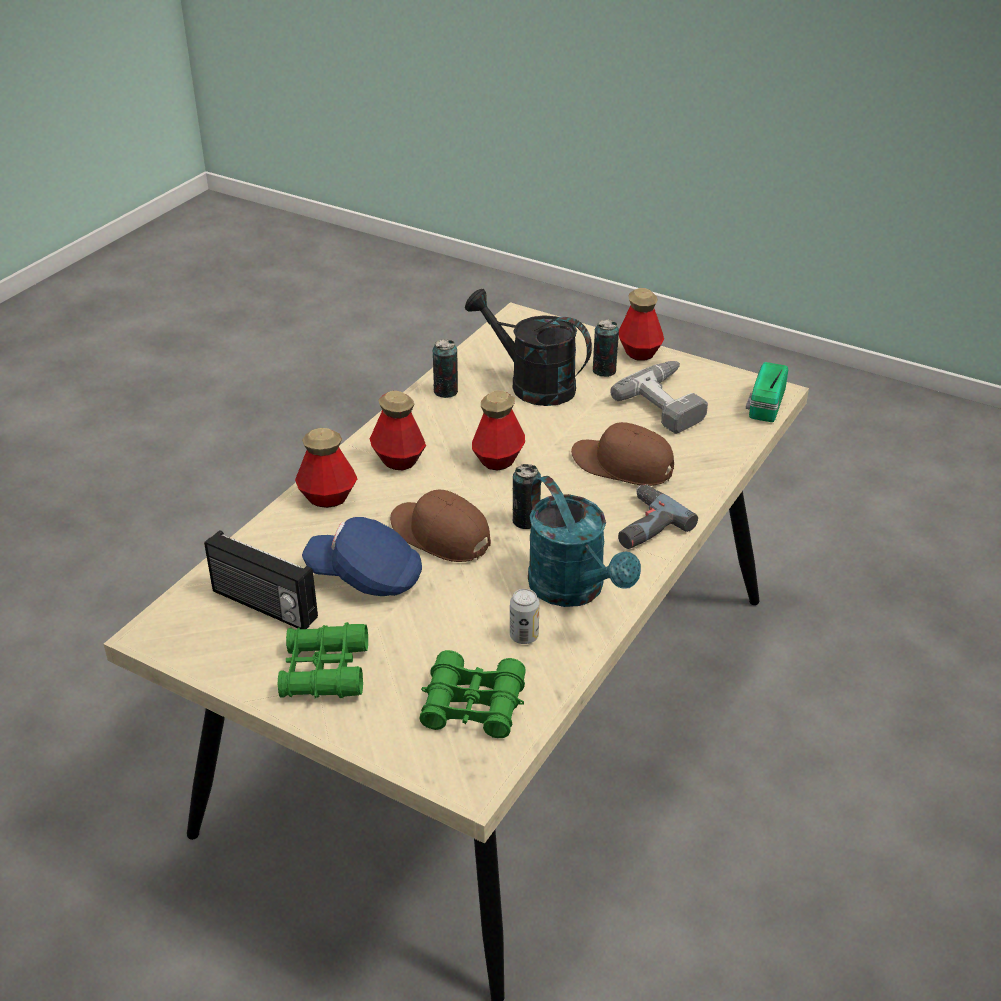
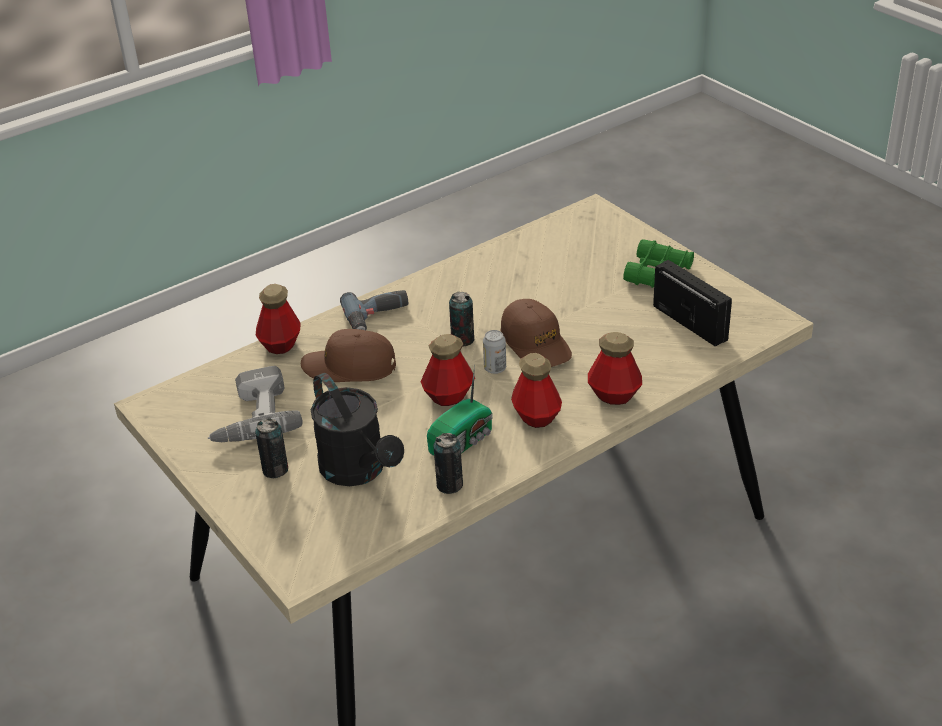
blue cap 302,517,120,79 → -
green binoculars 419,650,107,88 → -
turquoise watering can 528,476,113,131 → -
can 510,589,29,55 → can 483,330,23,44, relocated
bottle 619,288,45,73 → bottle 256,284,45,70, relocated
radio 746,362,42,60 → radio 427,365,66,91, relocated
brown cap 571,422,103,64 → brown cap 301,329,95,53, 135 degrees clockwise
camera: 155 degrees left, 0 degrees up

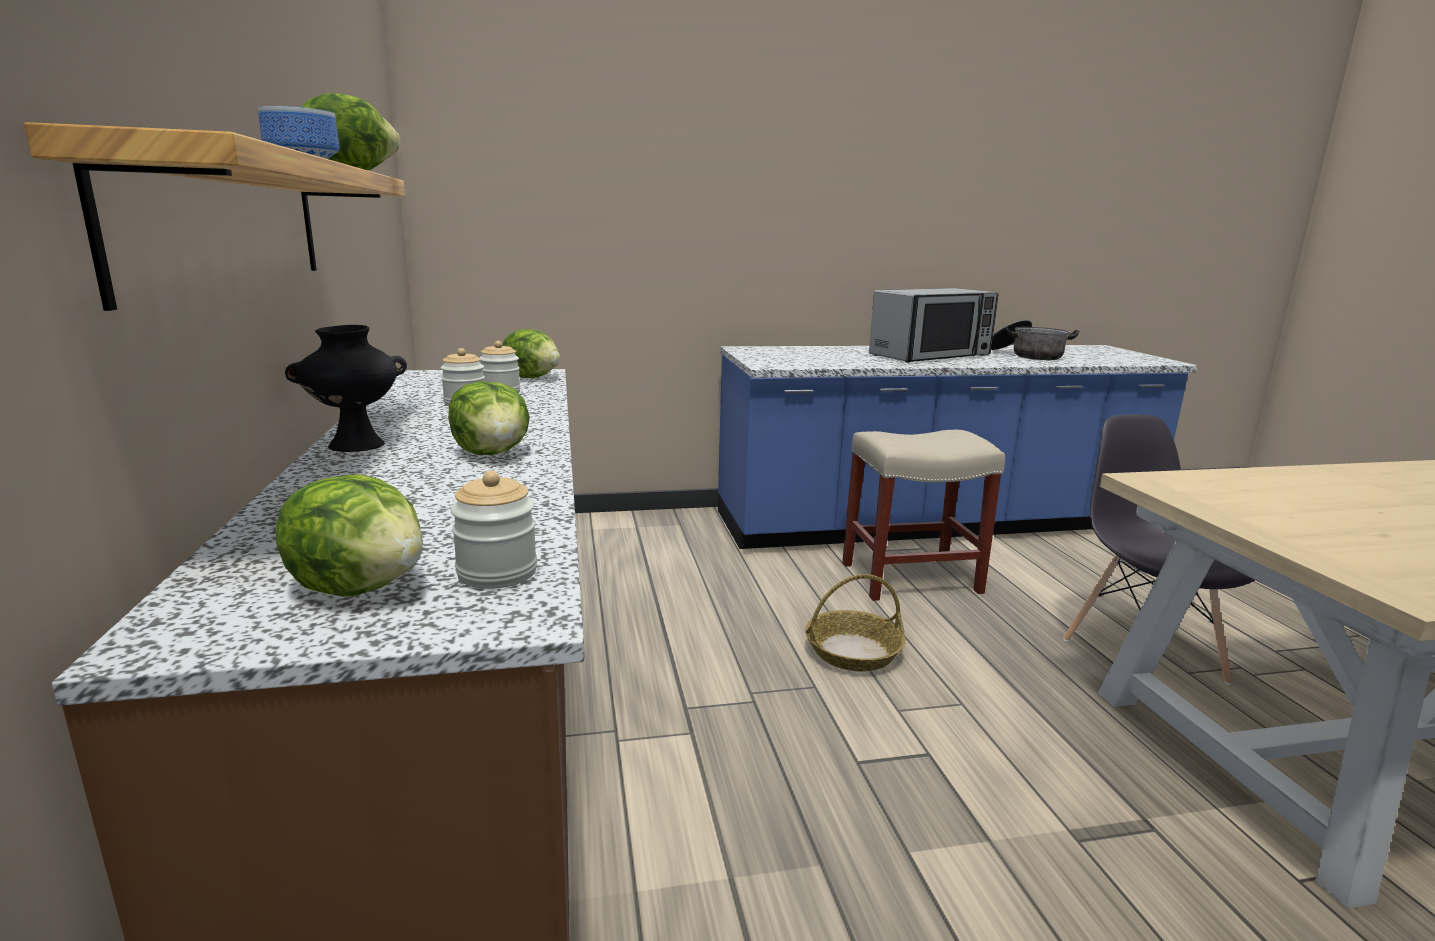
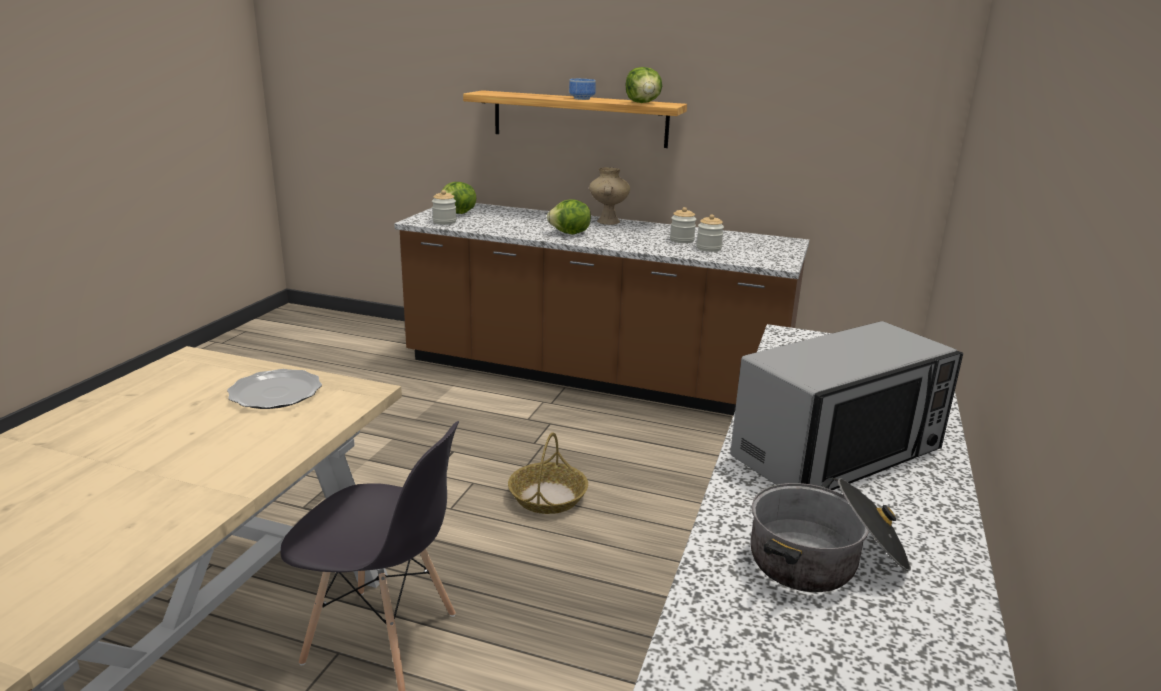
lettuce 502,329,58,49 → -
beige stool 842,430,163,171 → -
- → plate 227,369,95,40
black vase 285,325,122,127 → beige vase 589,167,41,58
microwave 869,288,130,75 → microwave 730,321,233,169, 120 degrees counterclockwise
camera: 120 degrees right, 5 degrees up

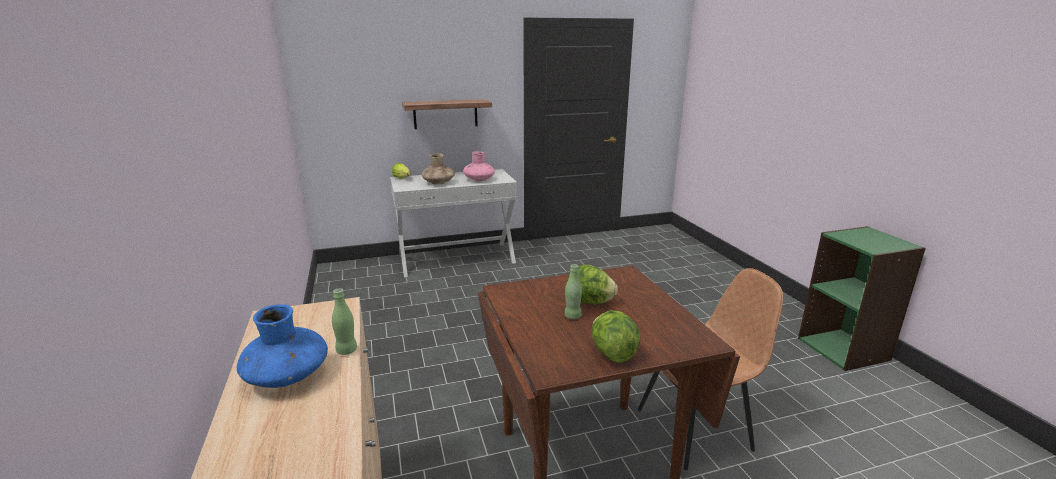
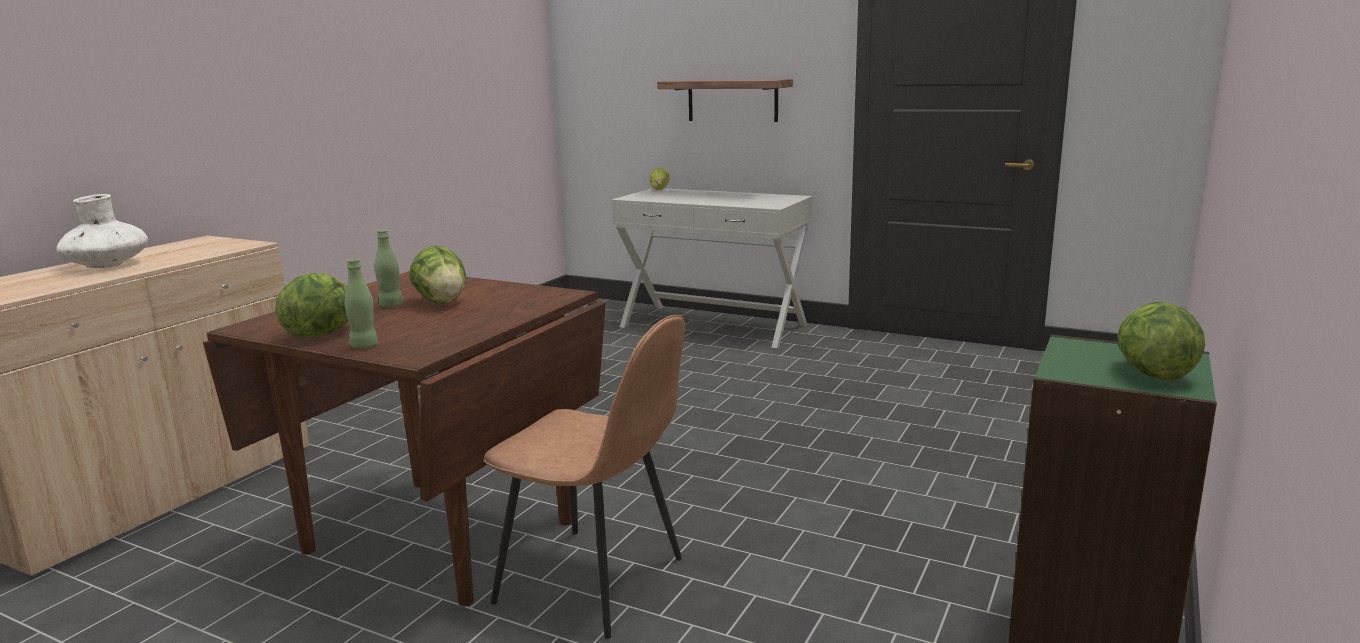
brown vase 422,154,33,31 → -
pink vase 463,151,32,30 → -
- → lettuce 1117,302,88,79
green bottle 332,288,25,67 → green bottle 344,258,34,91, relocated
blue vase 237,304,91,84 → white vase 56,194,92,74
camera: 45 degrees right, 5 degrees down

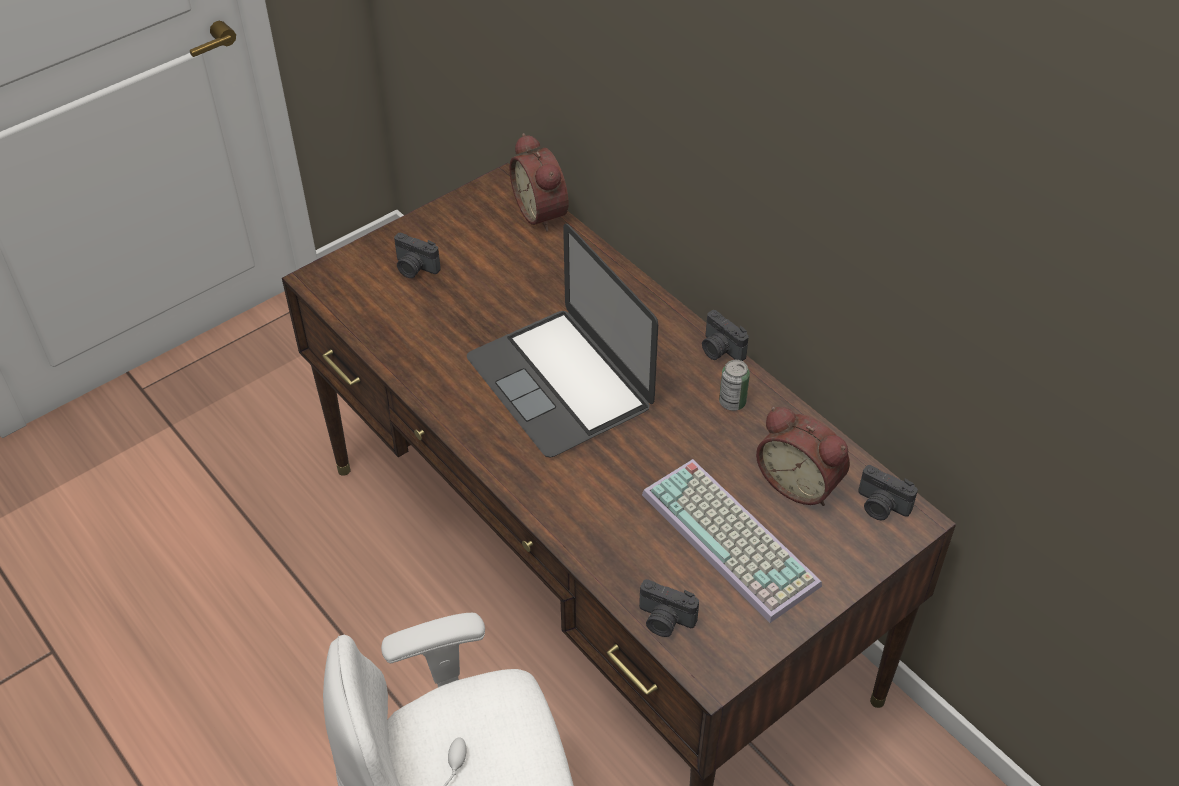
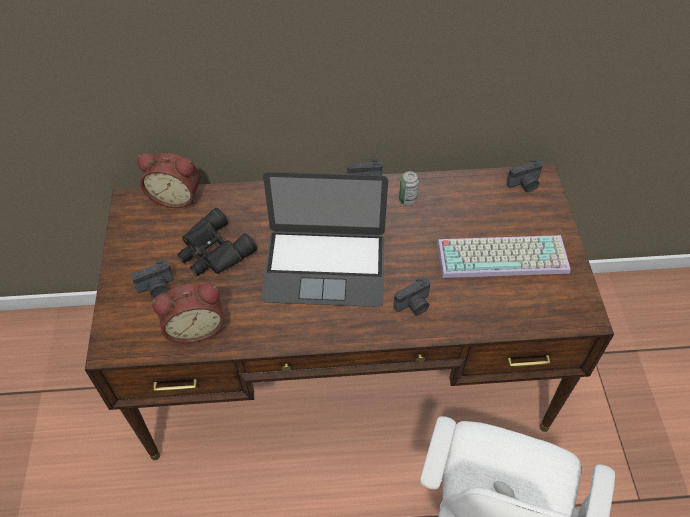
- → black binoculars 177,208,80,68
photo camera 639,579,60,58 → photo camera 393,277,38,38, relocated
alarm clock 756,407,94,99 → alarm clock 152,283,72,60, relocated
camera: 55 degrees left, 5 degrees up

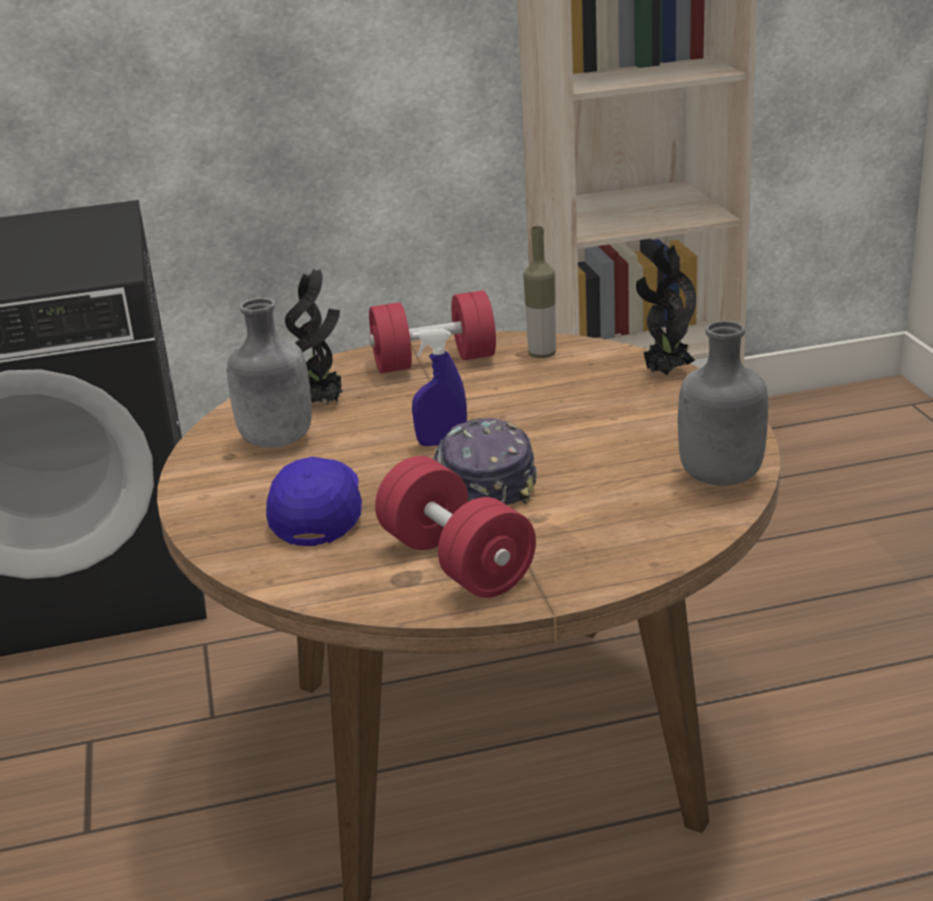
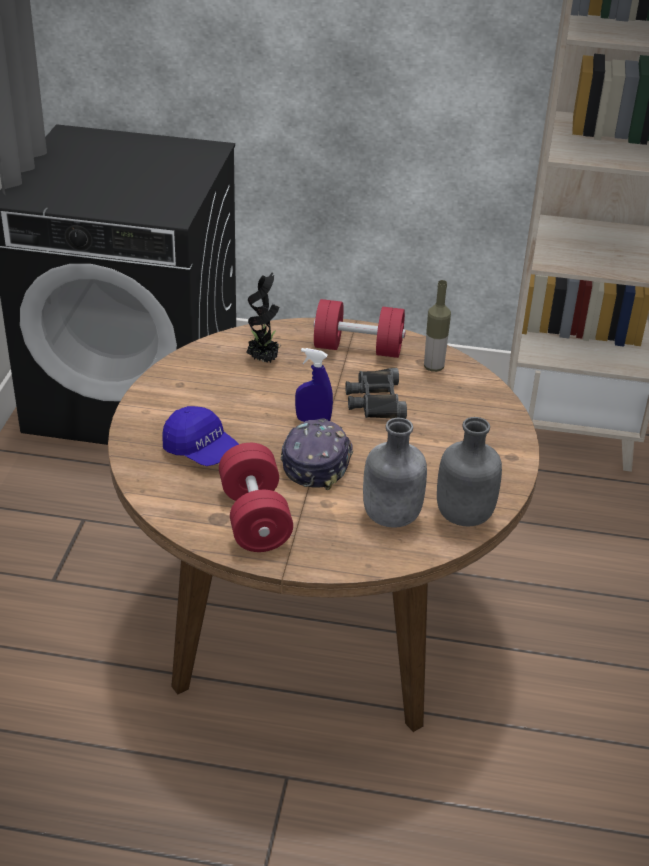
potted plant 636,245,60,130 → -
- → black binoculars 345,368,62,51
grey bottle 227,298,85,150 → grey bottle 363,418,64,110, relocated
blue cap 266,457,96,89 → blue cap 162,406,77,60, 105 degrees clockwise
camera: 20 degrees right, 10 degrees up

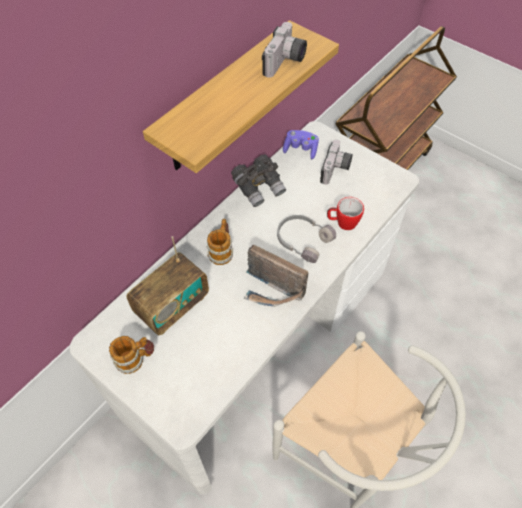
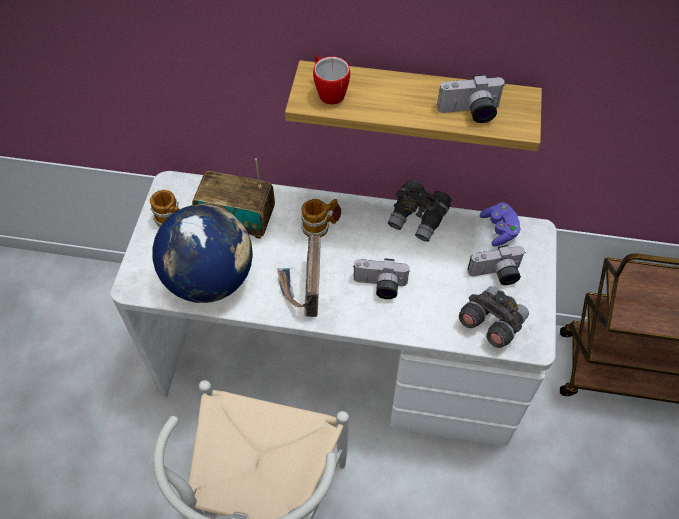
- → globe 152,204,101,99
- → grey binoculars 459,286,70,62
mug 327,197,37,33 → mug 313,54,37,51, relocated
grey headphones 277,215,59,48 → photo camera 354,258,56,41
camera: 60 degrees right, 0 degrees up

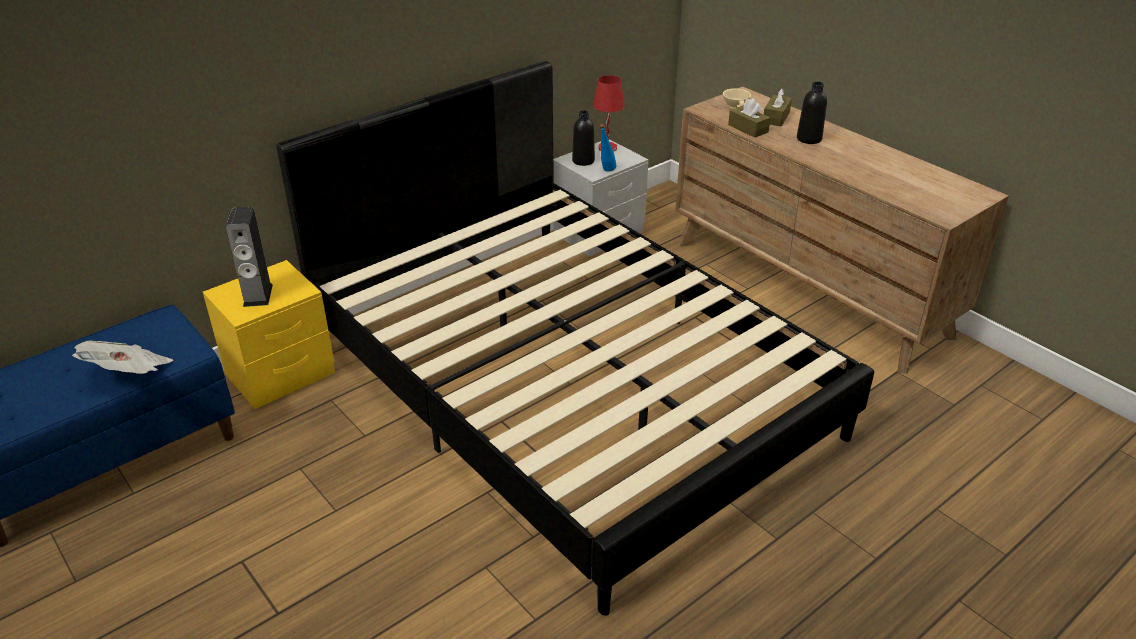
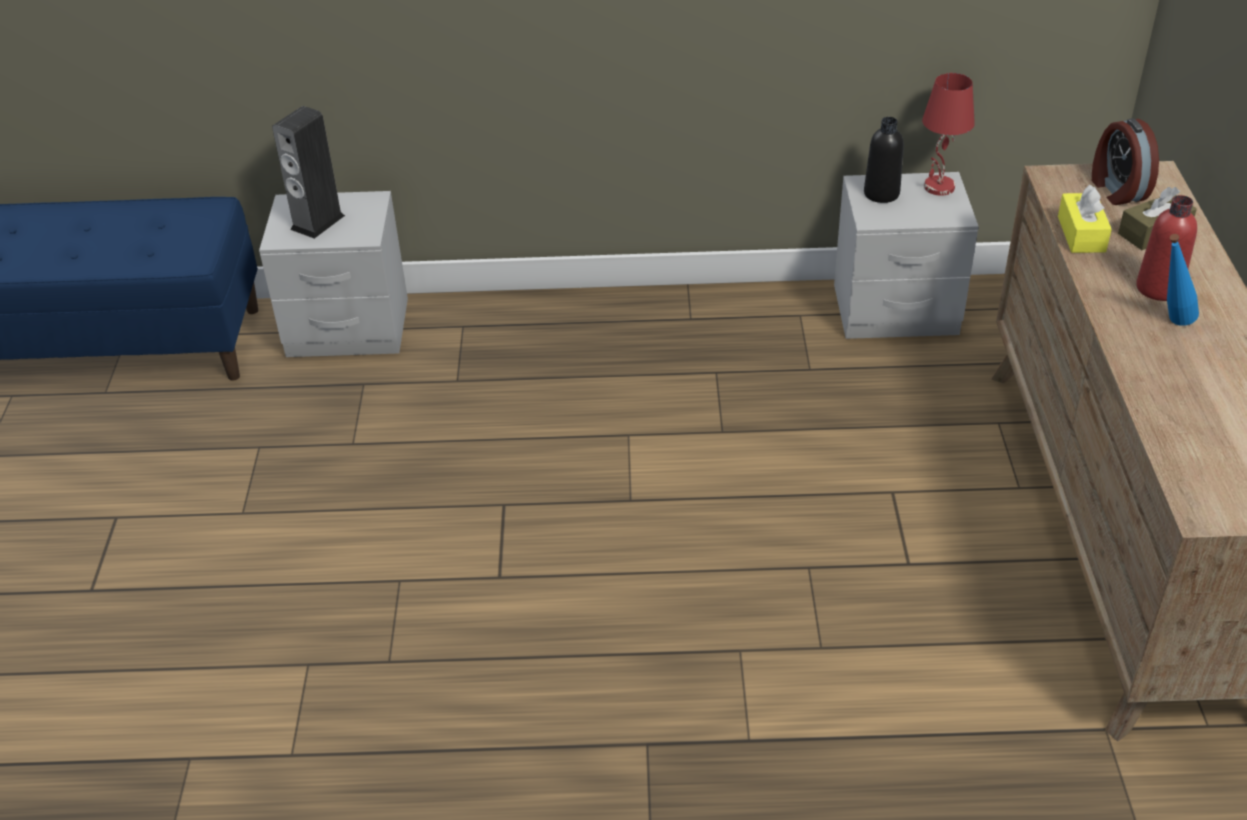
newspaper 72,341,101,33 → -
black bed 276,61,598,555 → -
blue bottle 600,124,16,48 → blue bottle 1167,234,32,92, relocated
beige cup 723,88,28,20 → alarm clock 1092,118,67,87
yellow nightstand 203,260,132,149 → grey nightstand 259,191,149,166
brown tissue box 728,98,42,40 → yellow tissue box 1058,185,54,68
black bottle 797,82,30,62 → red bottle 1136,195,61,106
camera: 40 degrees right, 5 degrees up

